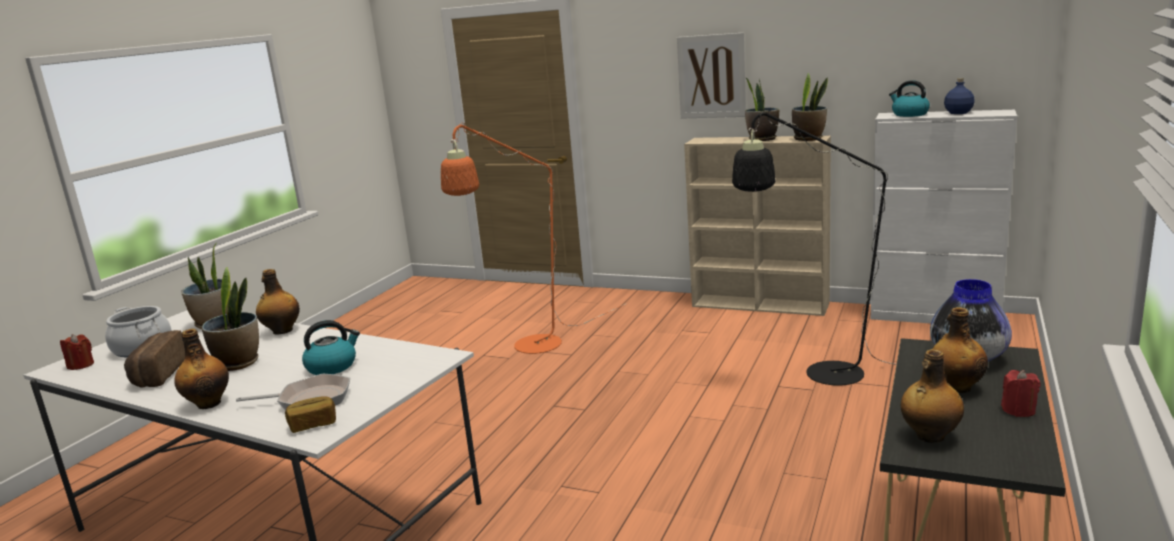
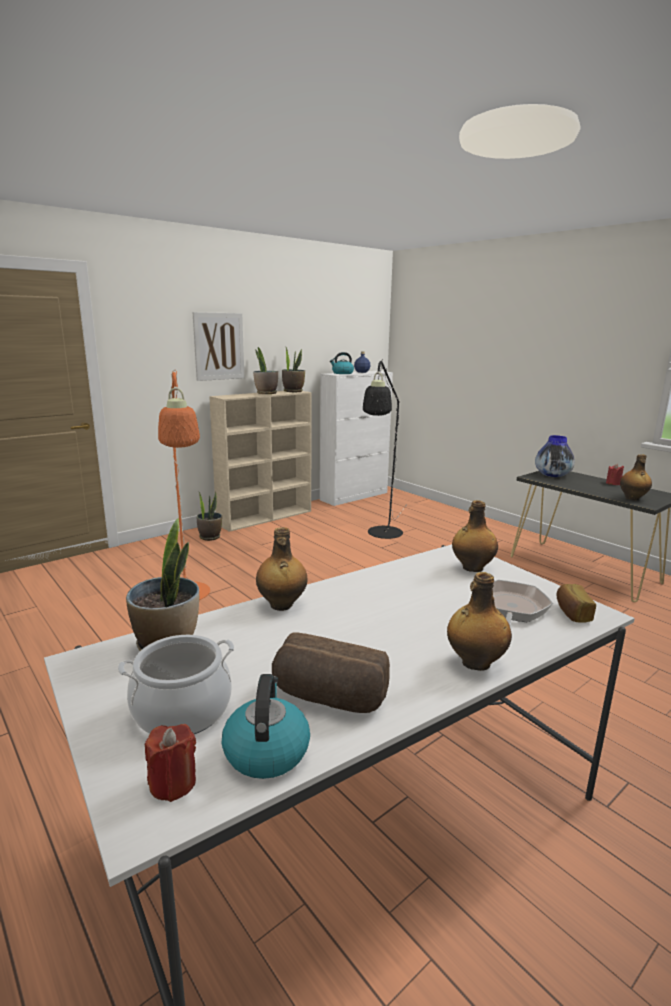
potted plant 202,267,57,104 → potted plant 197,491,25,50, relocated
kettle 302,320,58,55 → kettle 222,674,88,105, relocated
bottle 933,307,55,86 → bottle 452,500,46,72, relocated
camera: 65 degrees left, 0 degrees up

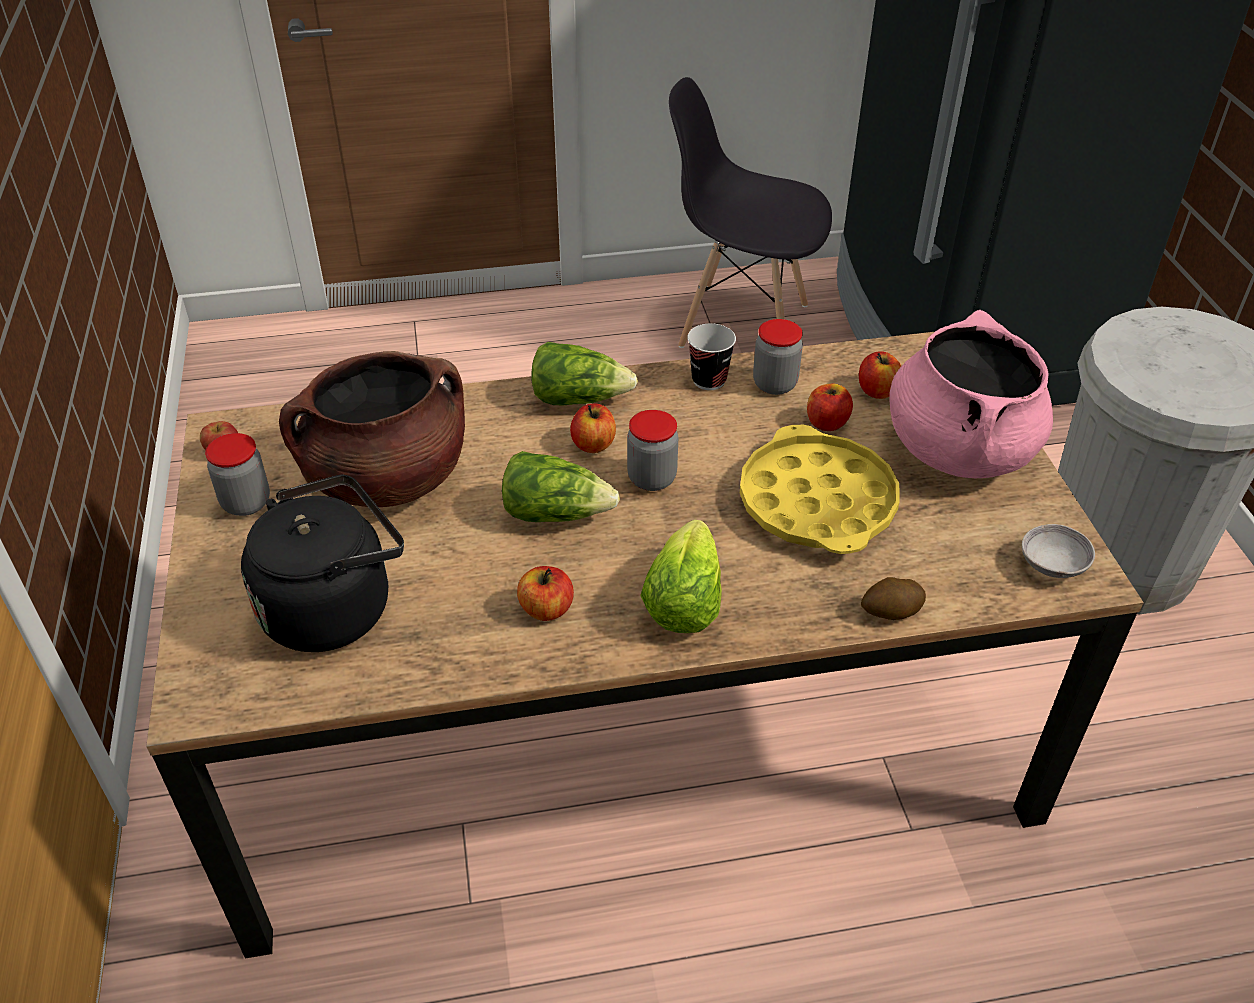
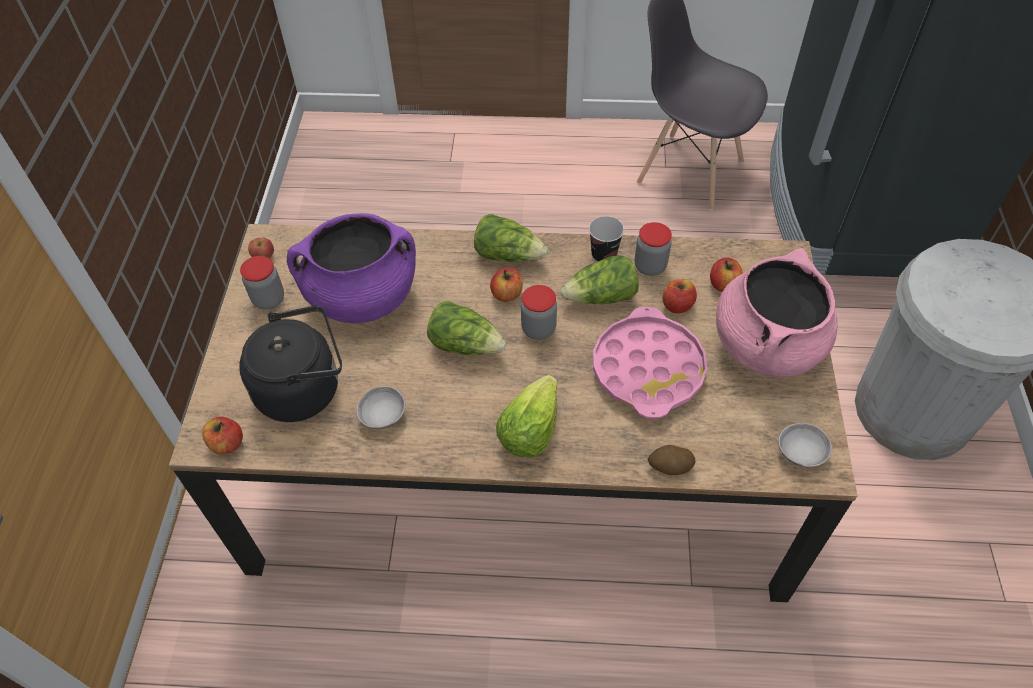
- → grey bowl 356,386,49,43
- → lettuce 561,255,78,49
apple 517,566,57,55 → apple 202,417,41,37, relocated
brown cooking pot 279,351,186,156 → purple cooking pot 287,213,129,110
yellow tray 740,425,160,129 → pink tray 593,307,114,112
camera: 15 degrees right, 10 degrees up

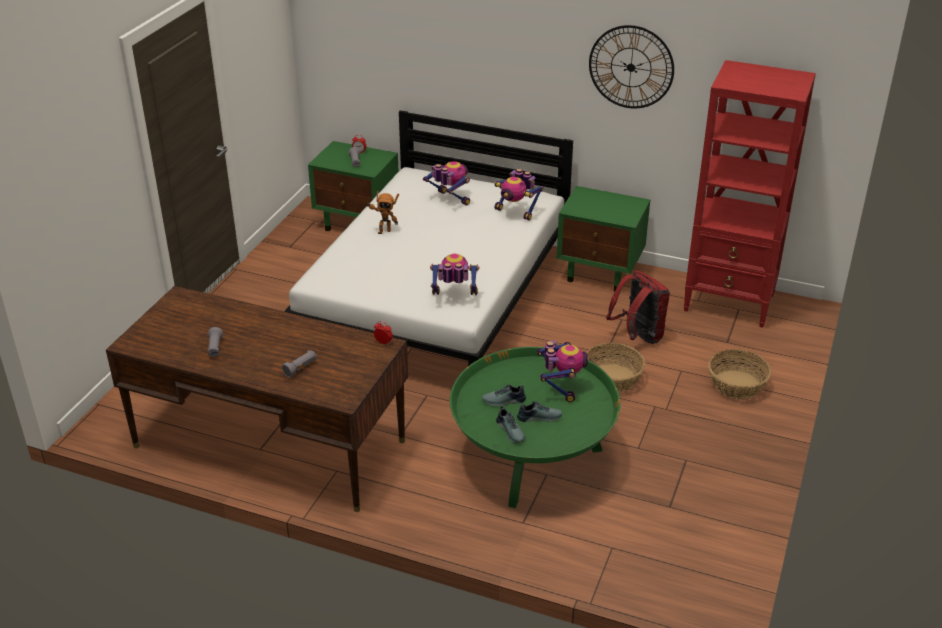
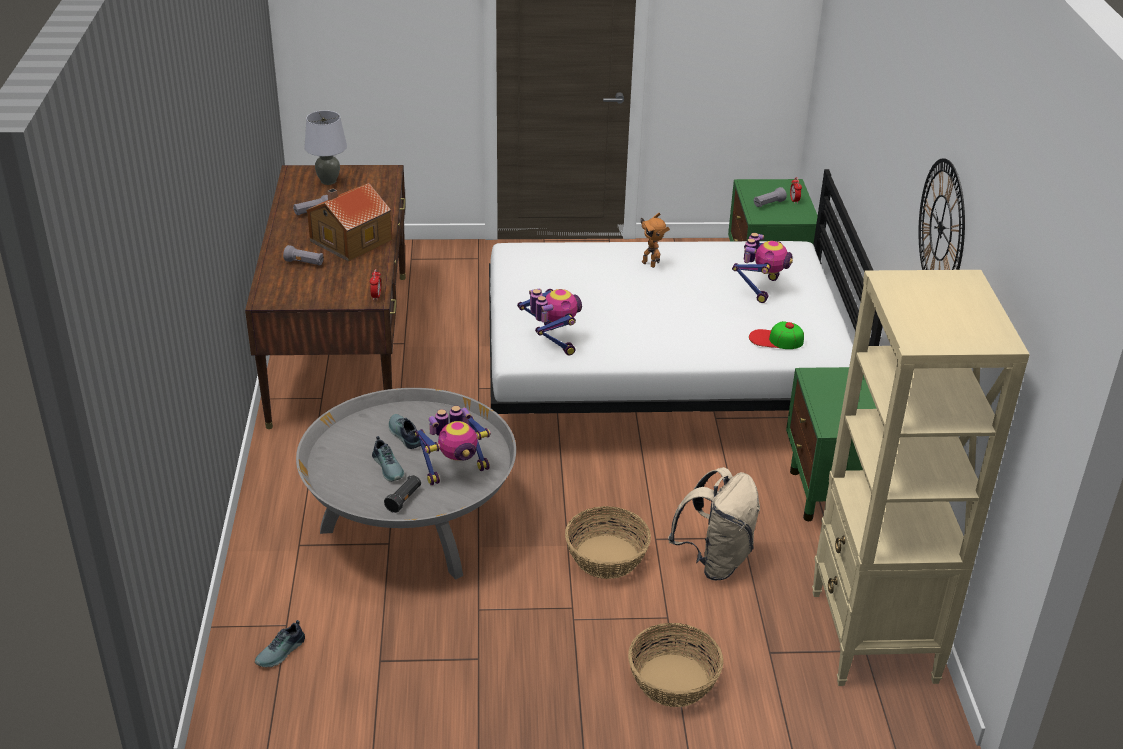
- → grey table lamp 304,110,43,75
- → toy house 306,183,86,79
- → black flashlight 384,475,37,38
shoe 496,406,29,37 → shoe 255,620,50,47, relocated
toy robot 494,169,50,52 → cap 749,321,55,28
green coffee table 450,347,171,161 → grey coffee table 296,388,220,192
red backpack 606,270,64,74 → beige backpack 668,467,92,114
red bookcase 684,60,132,268 → beige bookcase 812,270,218,416
camera: 65 degrees right, 0 degrees up

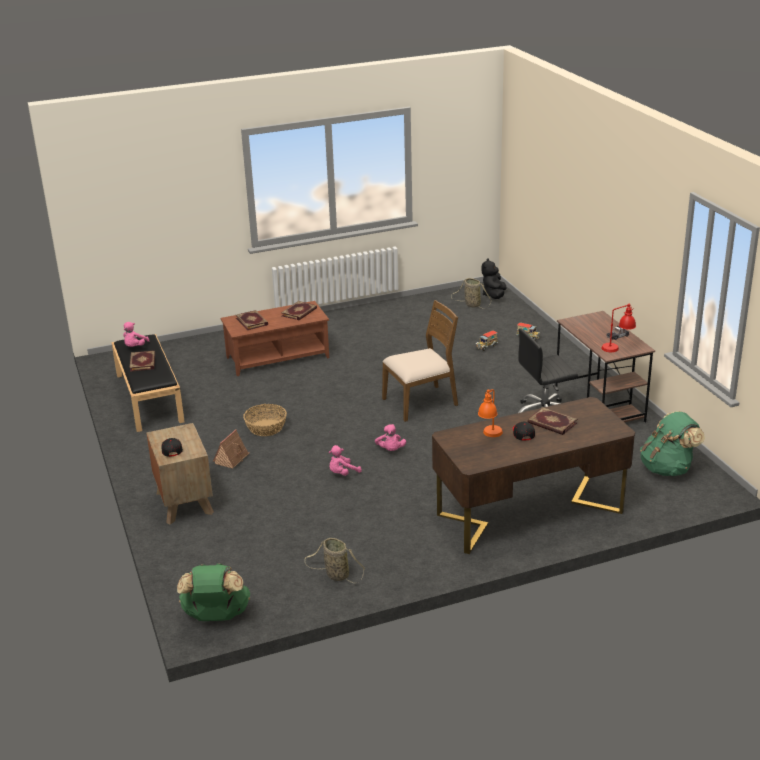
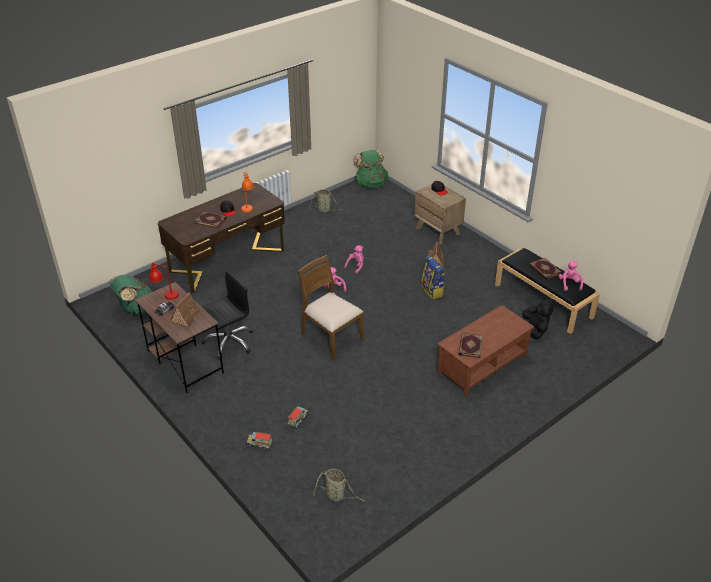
book 236,310,32,20 → -
- → toy house 170,293,32,33
black plush toy 482,258,25,41 → black plush toy 523,297,31,42, relocated
basket 243,404,44,32 → backpack 421,256,24,43
brown chair 382,300,76,122 → brown chair 298,255,66,105, 90 degrees clockwise
camera: 160 degrees right, 10 degrees up

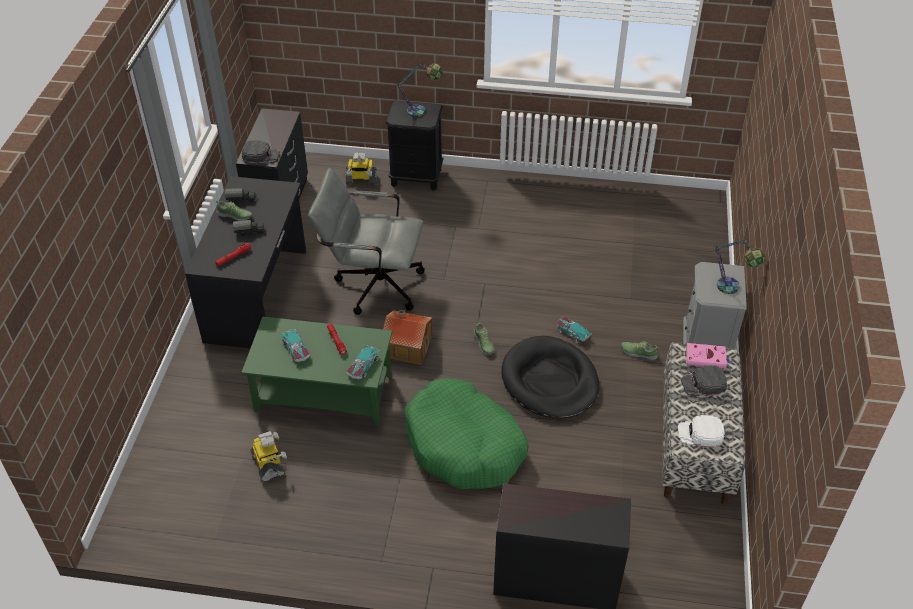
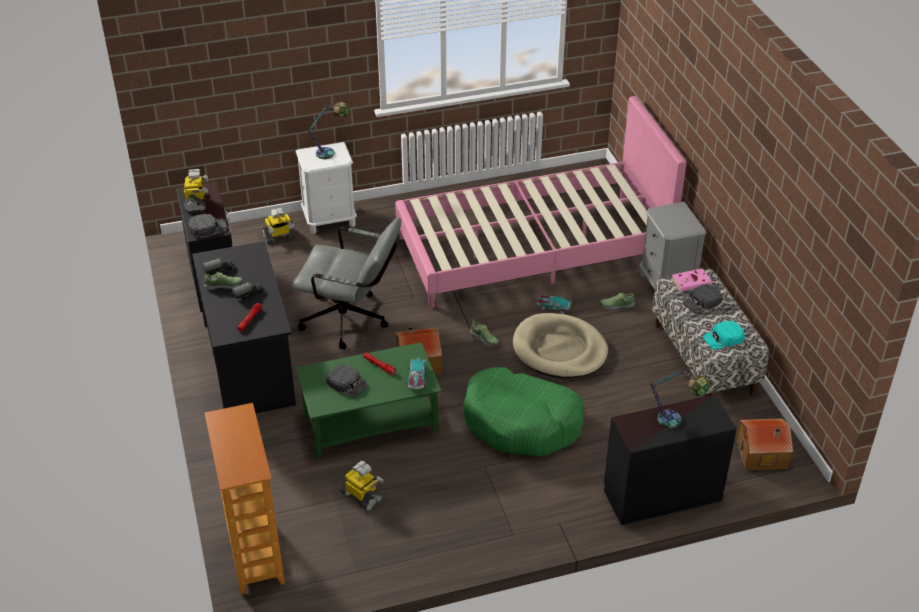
- → toy robot 184,169,24,43
- → bookcase 205,403,80,191
- → pink bed 395,96,291,212
- → toy house 736,418,57,52
table lamp 714,237,51,57 → table lamp 648,367,62,62, relocated
toy car 281,329,29,33 → black cap 326,364,42,34
black nightstand 386,100,57,91 → white nightstand 296,142,61,92
black dog bed 501,336,98,83 → beige dog bed 513,313,95,66
white cap 678,415,47,32 → turquoise cap 703,321,42,29
grey office chair 308,168,117,147 → grey office chair 292,217,109,132, 150 degrees counterclockwise
camera: 25 degrees left, 5 degrees down

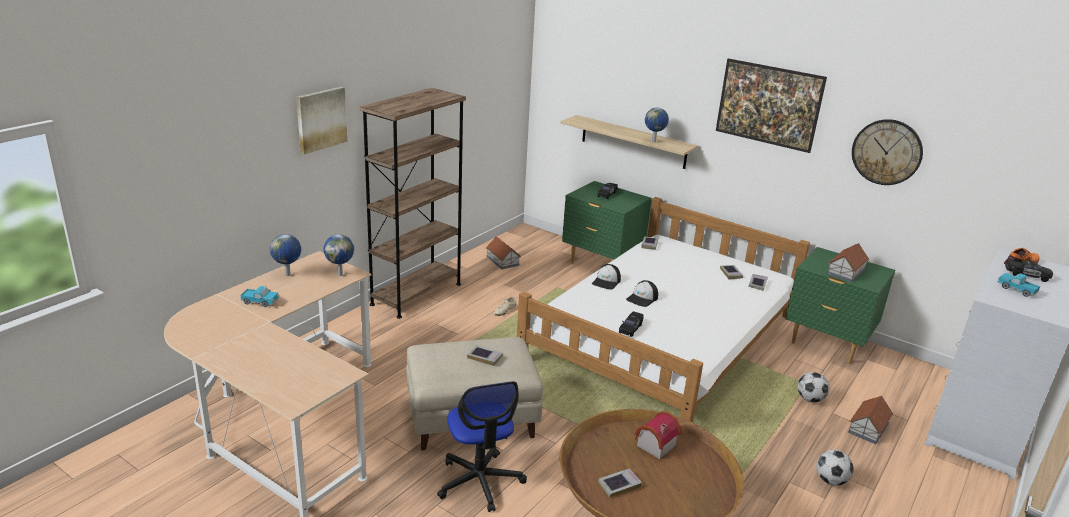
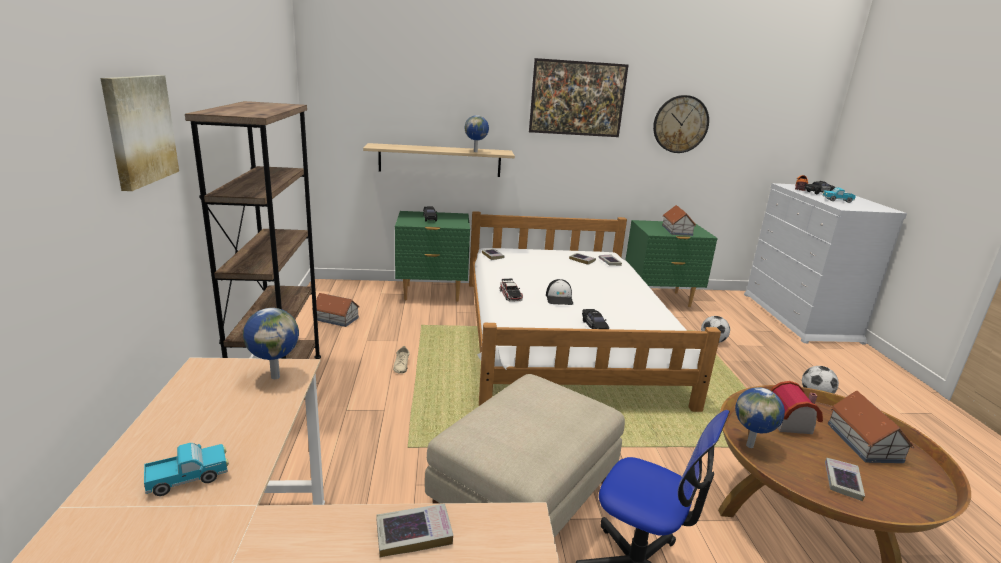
globe 270,234,31,42 → globe 735,387,50,61, relocated
book 467,345,36,21 → book 376,504,77,53, relocated
toy house 848,396,45,48 → toy house 828,391,87,72, relocated
cap 592,264,29,25 → toy car 500,279,23,23
camera: 40 degrees left, 5 degrees down

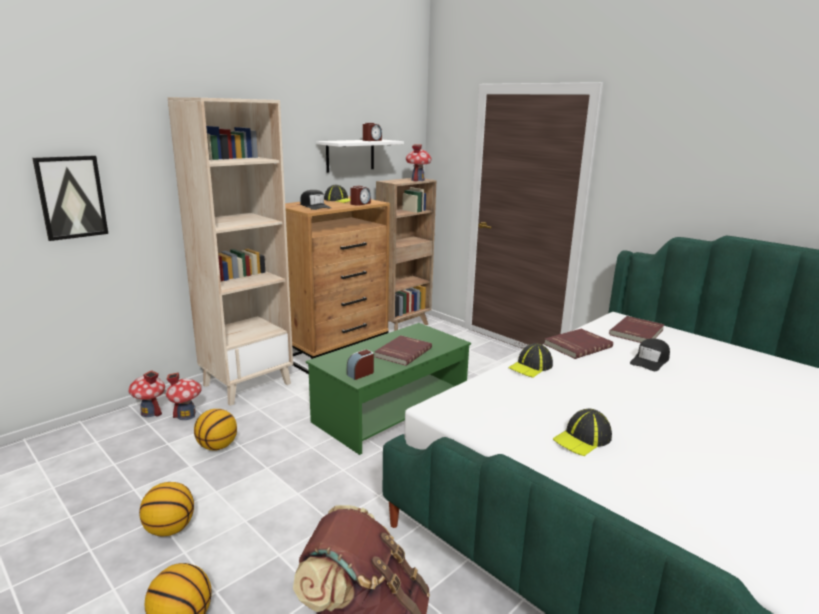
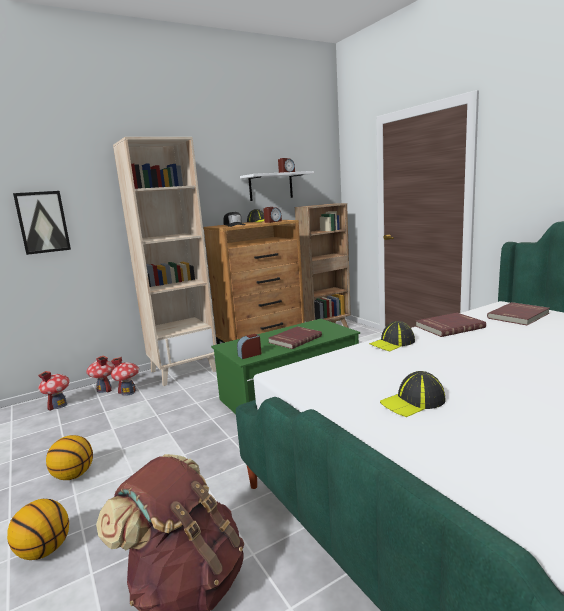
basketball 194,409,43,42 → -
black cap 630,338,40,33 → -
toy house 406,144,25,38 → toy house 38,371,32,40, relocated
camera: 15 degrees right, 5 degrees down

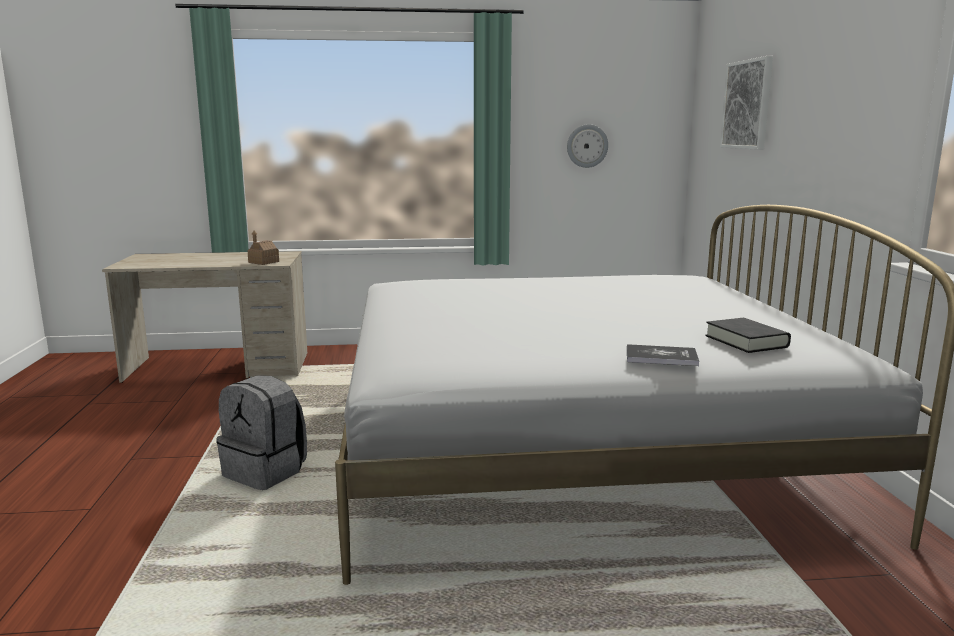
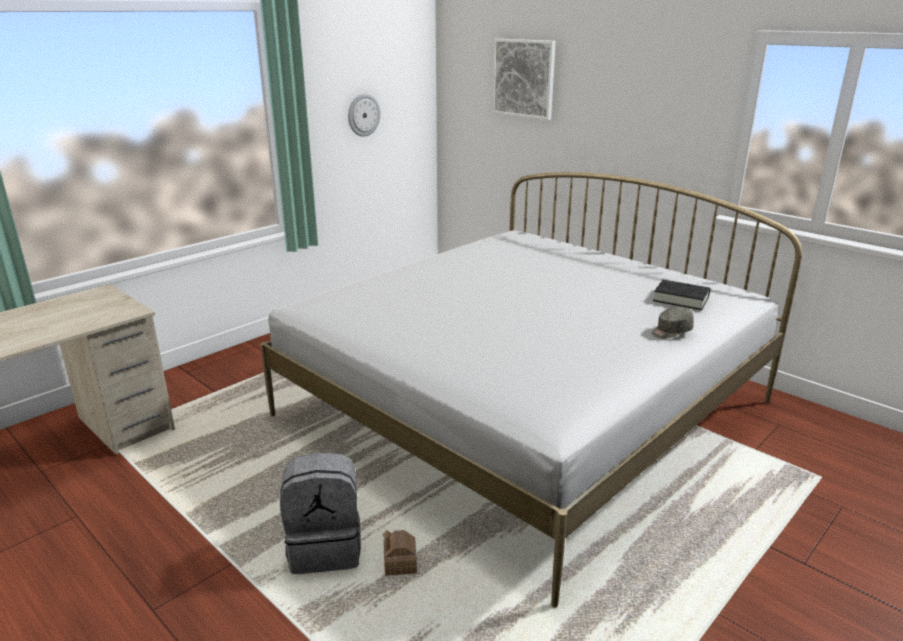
toy house 248,231,31,34 → toy house 383,530,34,46, relocated
book 627,344,72,22 → grey cap 652,306,42,32
camera: 40 degrees left, 10 degrees up

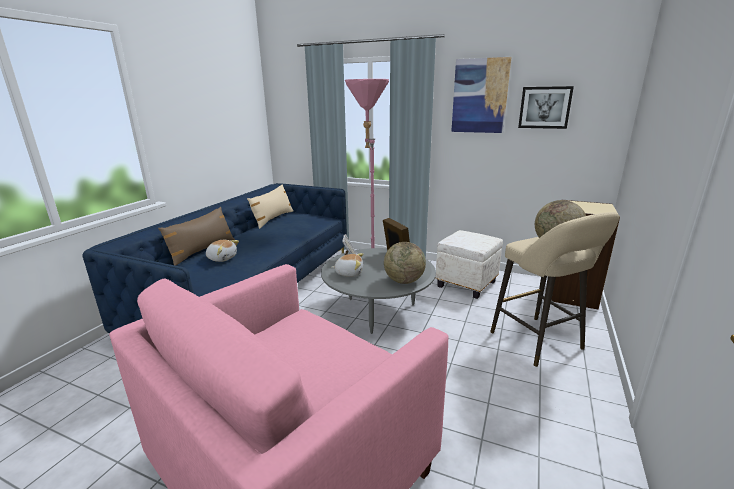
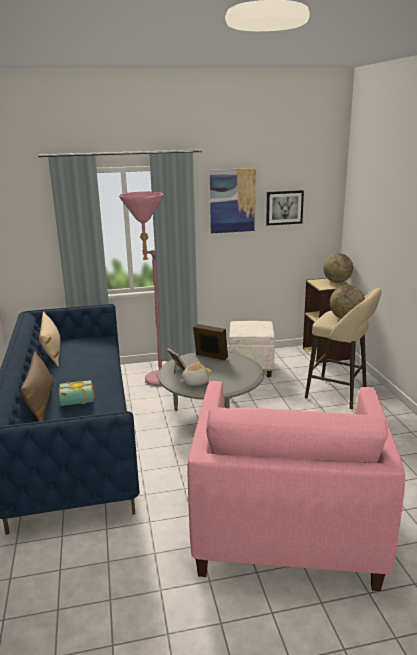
globe 384,242,42,42 → globe 323,253,30,30, relocated
plush toy 206,240,33,22 → book 58,380,36,26
camera: 35 degrees left, 0 degrees up

